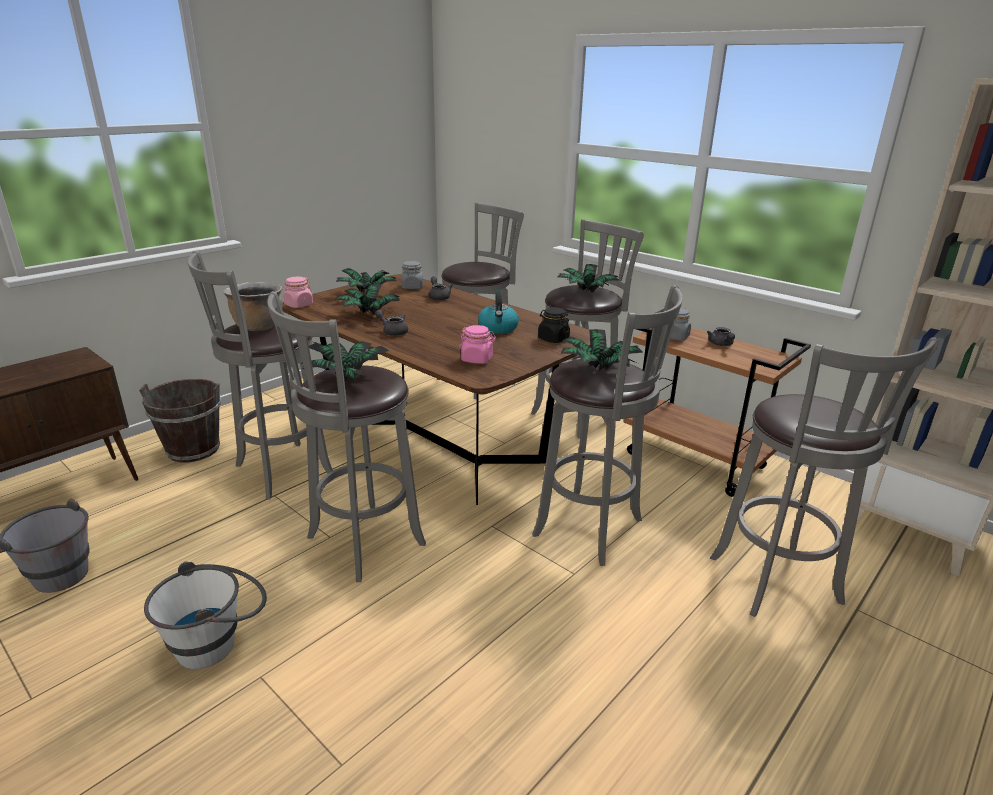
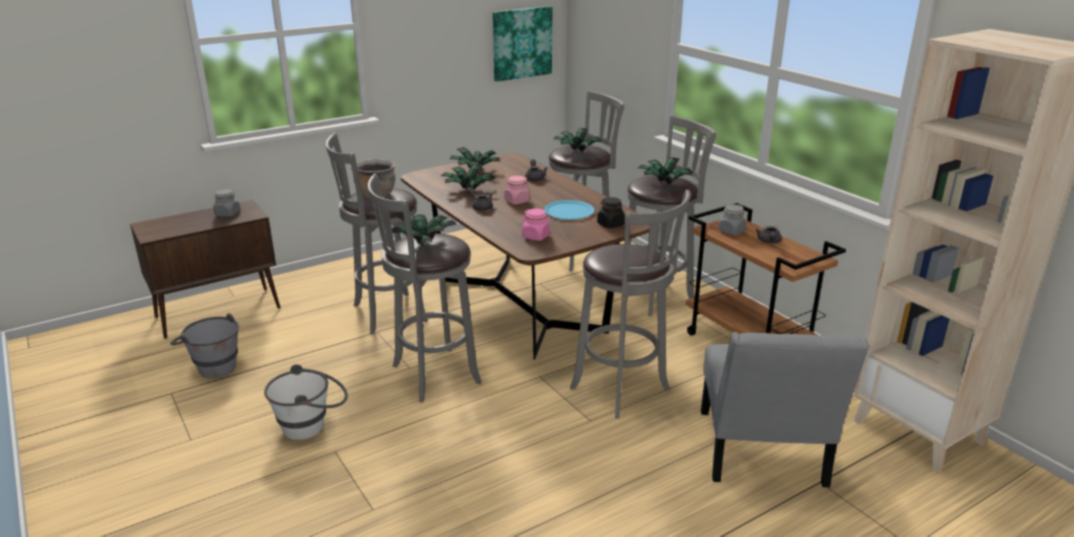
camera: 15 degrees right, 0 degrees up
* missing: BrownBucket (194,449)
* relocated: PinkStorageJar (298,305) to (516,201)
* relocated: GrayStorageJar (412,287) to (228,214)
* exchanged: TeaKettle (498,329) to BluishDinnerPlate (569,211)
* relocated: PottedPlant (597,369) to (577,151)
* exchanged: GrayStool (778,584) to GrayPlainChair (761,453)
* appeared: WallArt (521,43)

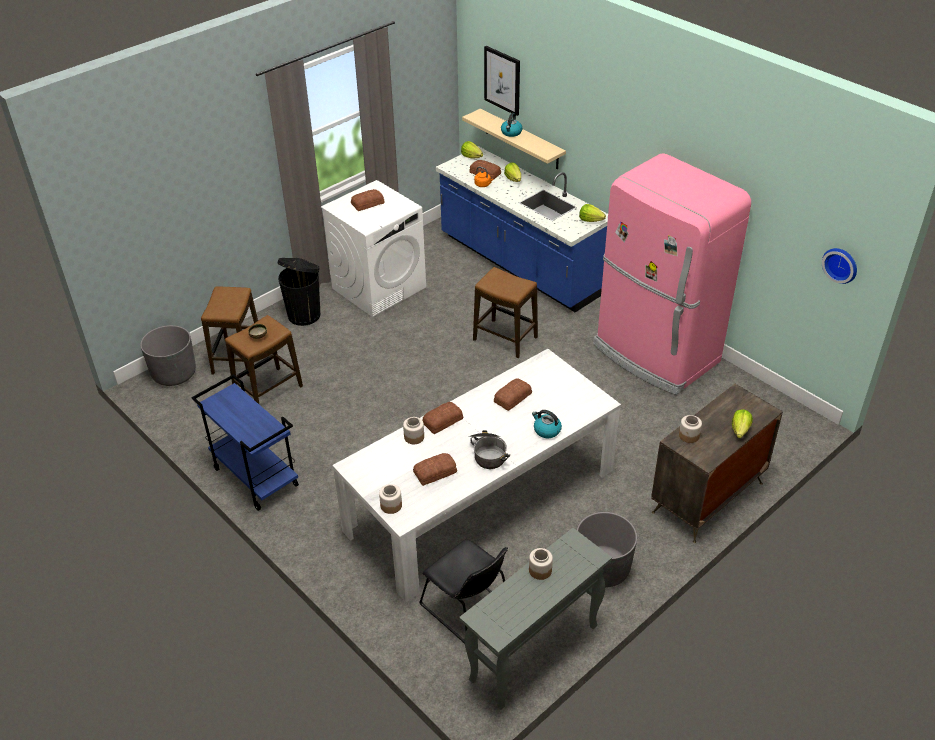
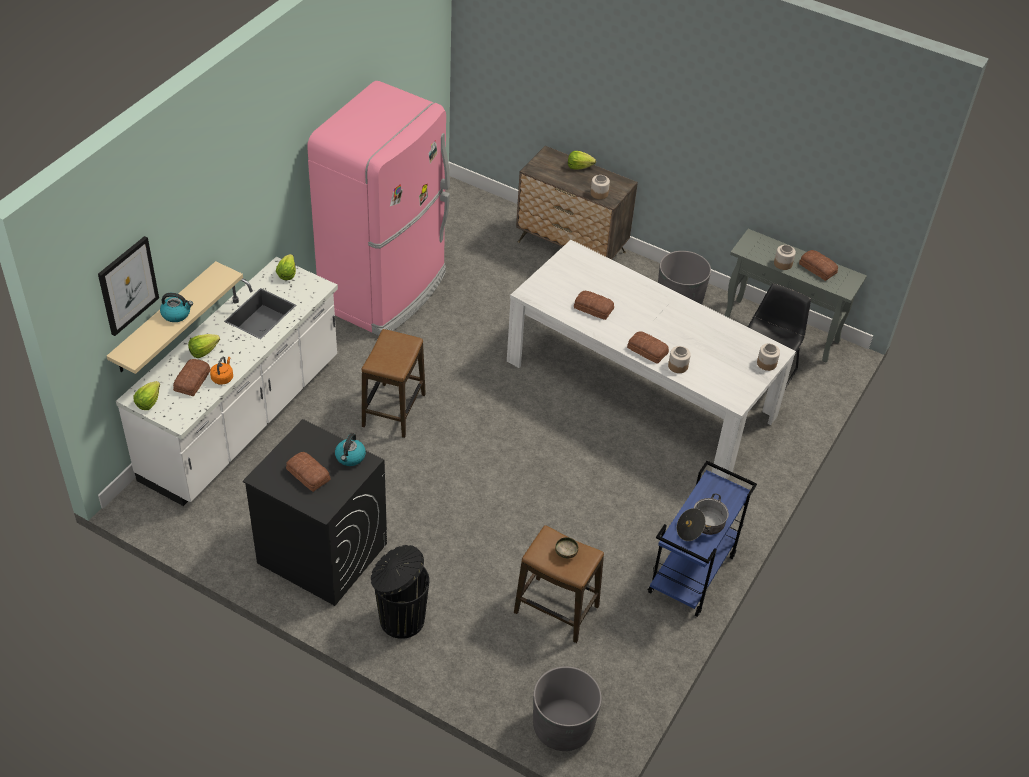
camera: 110 degrees left, 5 degrees up
* missing: Stool (237,357)
* colour: WhitishLaundryMachine (379,287) to BlackLaundryMachine (321,553)
* relocated: Bread (436,473) to (817,268)
* colour: BluishCounter (520,265) to WhitishCounter (243,420)
* relocated: Stockpot (488,454) to (701,526)
* relocated: TeaKettle (546,430) to (350,457)
* missing: WallClock (841,264)

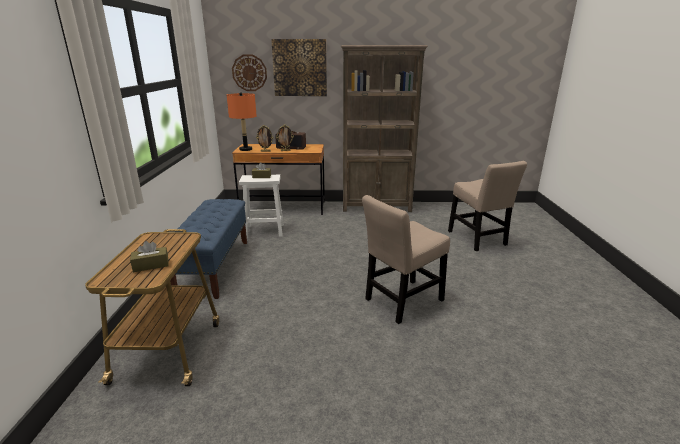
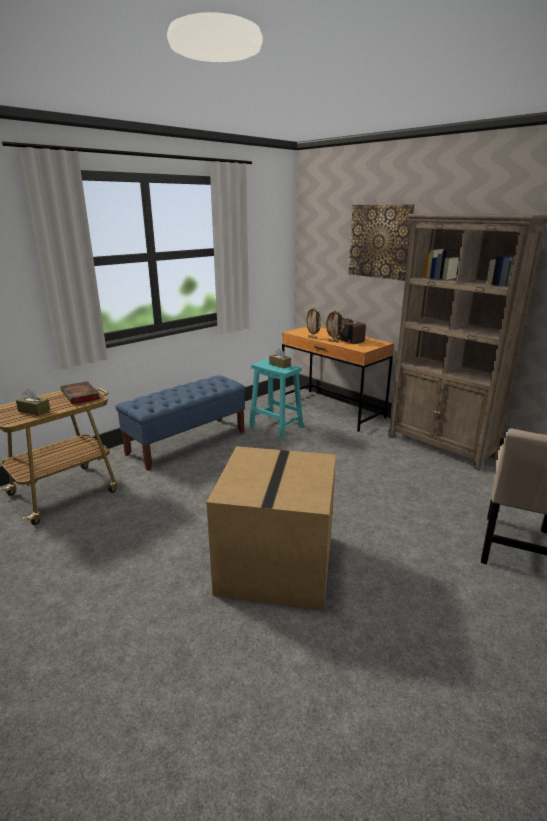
camera: 45 degrees right, 0 degrees up
* missing: OrangeTabletopLamp (245,149)
* missing: WallClock (249,73)
* colour: WhitishStool (263,231) to TurquoiseStool (275,426)
* exchanged: BeigePlainChair (401,301) to Carton (275,563)
* appeared: BoundBook (81,395)

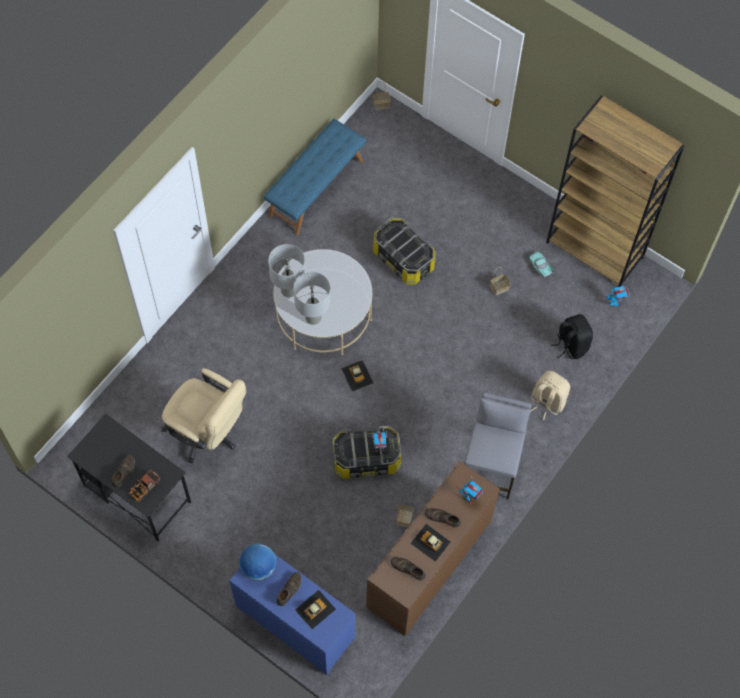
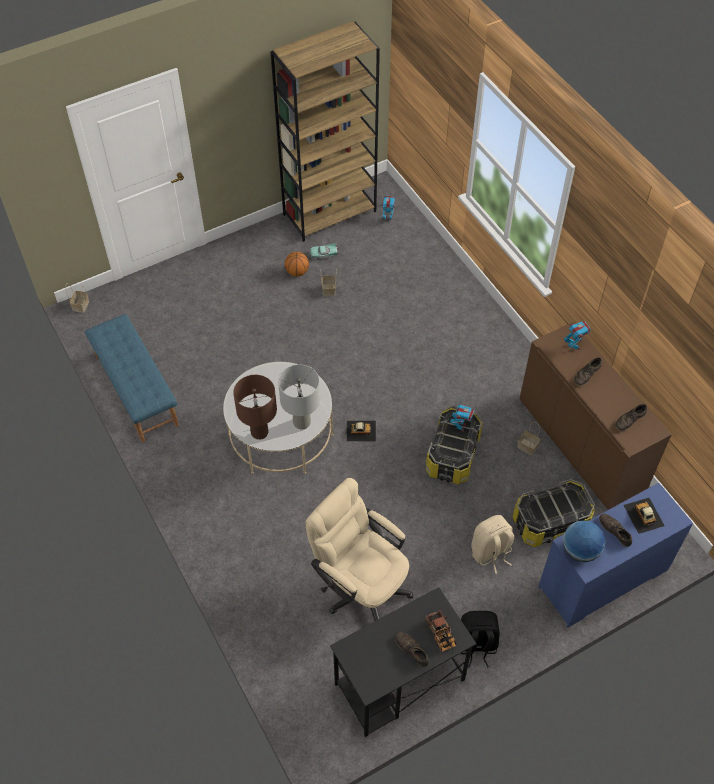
camera: 65 degrees left, 10 degrees down
* spun: BeigeDeskChair (208,433) = (360,586) 105 degrees counterclockwise
* colour: GrayTabletopLamp (288,291) to BrownTabletopLamp (259,433)
* relocated: StorageContainer (403,259) to (550,523)
* missing: ToyCar (430,542)
* missing: GrayStool (491,466)
* relocated: BeigeKnapsack (547,401) to (491,553)
* relocated: BlackKnapsack (570,345) to (476,645)
* appeared: Basketball (297,272)

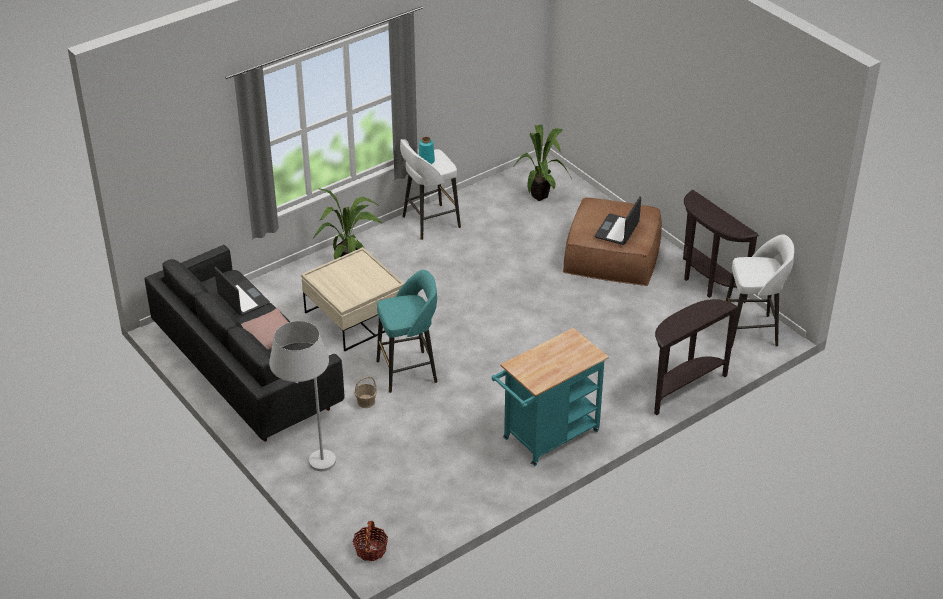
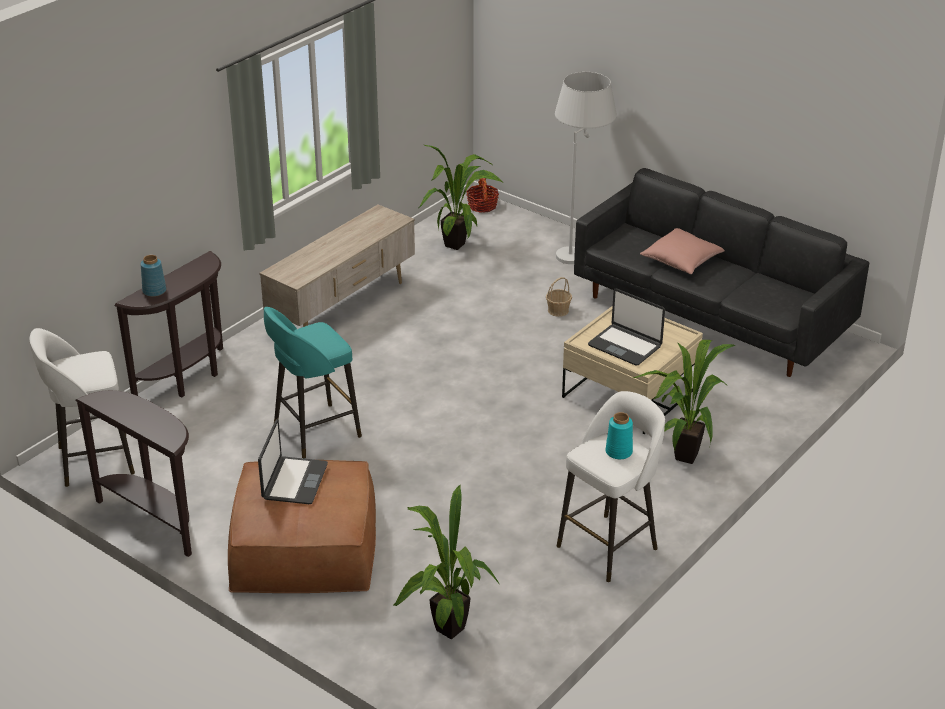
camera: 165 degrees right, 5 degrees down
* relocated: NotebookComputer (243,299) to (625,345)
* relocated: TurquoiseStool (409,371) to (314,432)
* exchanged: TurquoiseTrolley (546,438) to BeigeTvUnit (343,308)
* appeared: BluishDecorativeVase (154,291)
* appeared: PottedPlant (458,246)

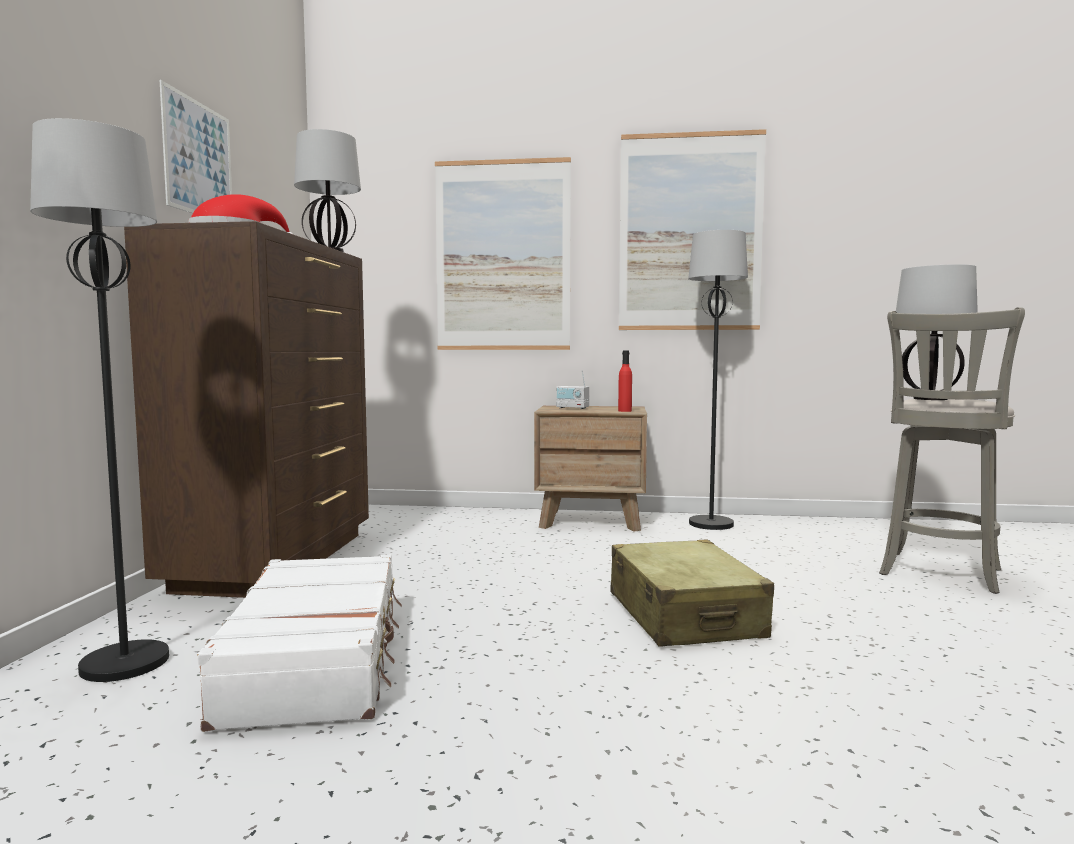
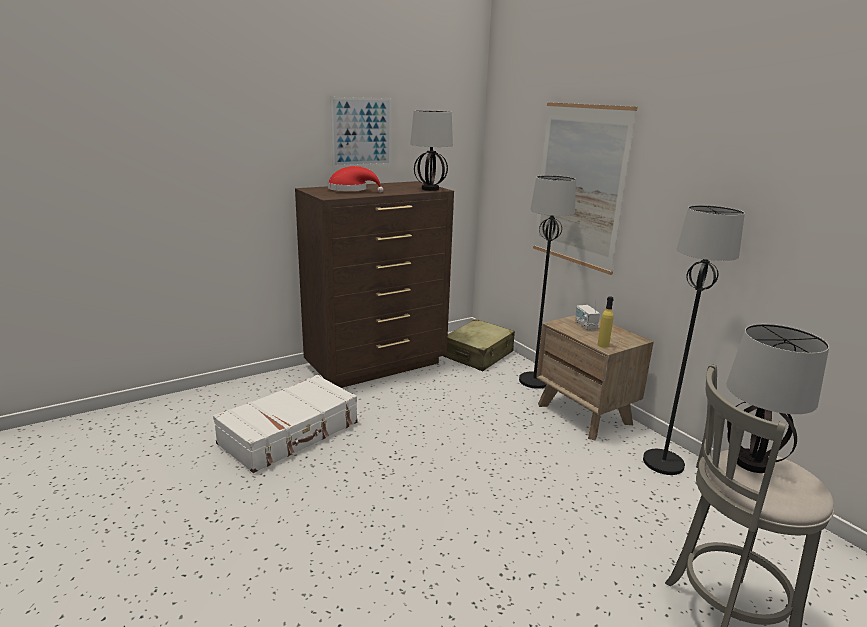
camera: 50 degrees right, 15 degrees up
* relocated: BlackFloorLamp (124,663) to (534,381)
* relocated: BeigePieceOfLuggage (685,616) to (478,355)
* colour: RedBottle (625,411) to YellowishBottle (603,345)
* missing: WallArt (690,232)

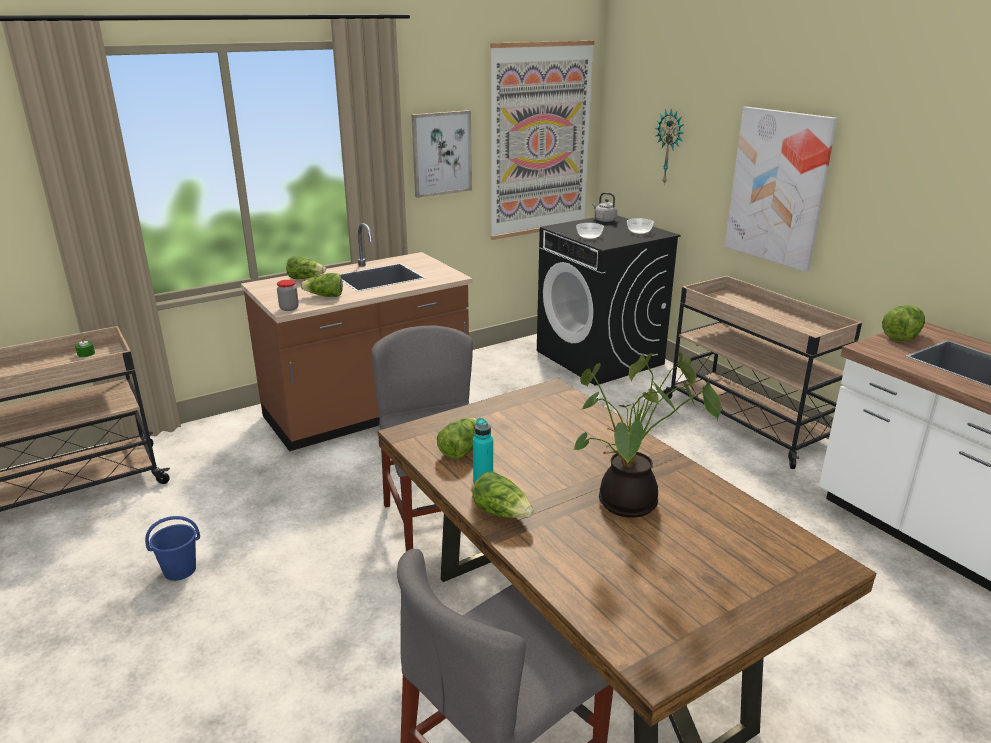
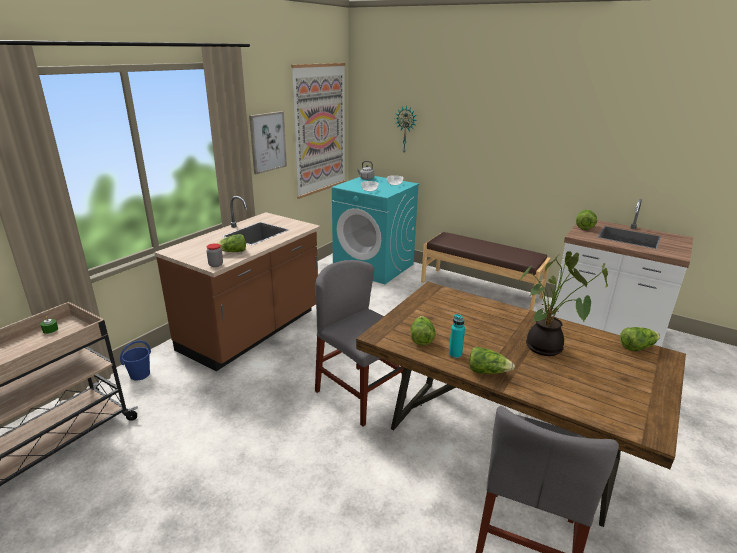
camera: 25 degrees left, 0 degrees up
* relocated: BluishBucket (180,570) to (140,374)
* relocated: LettuceHead (305,278) to (637,347)
* colour: BlackLaundryMachine (600,358) to TurquoiseLaundryMachine (374,266)
* exchanged: BeigeTrolley (745,420) to BrownLongSeat (480,289)
* missing: WallArt (778,187)

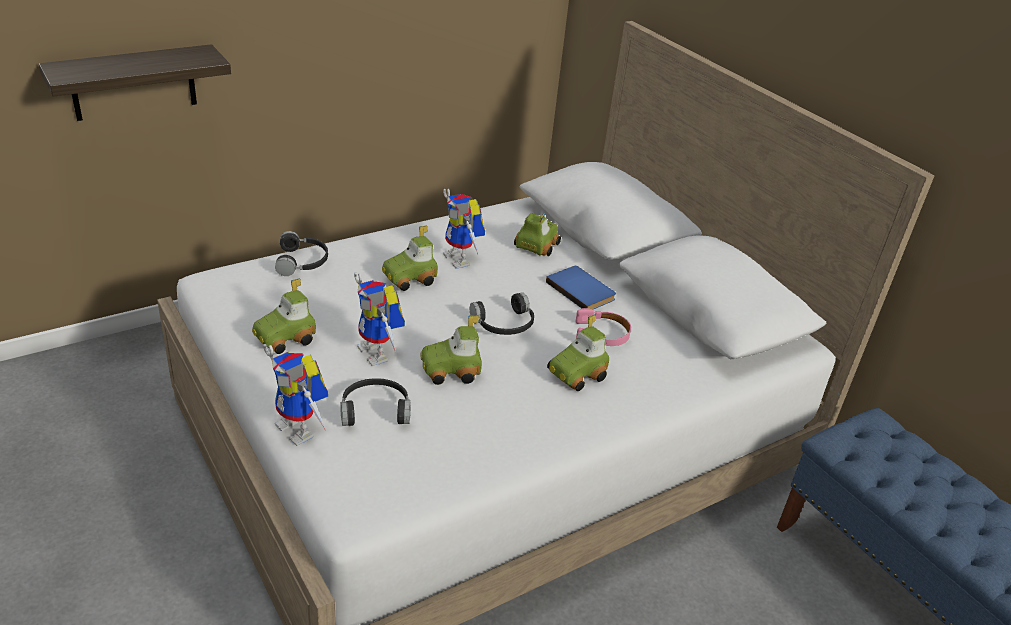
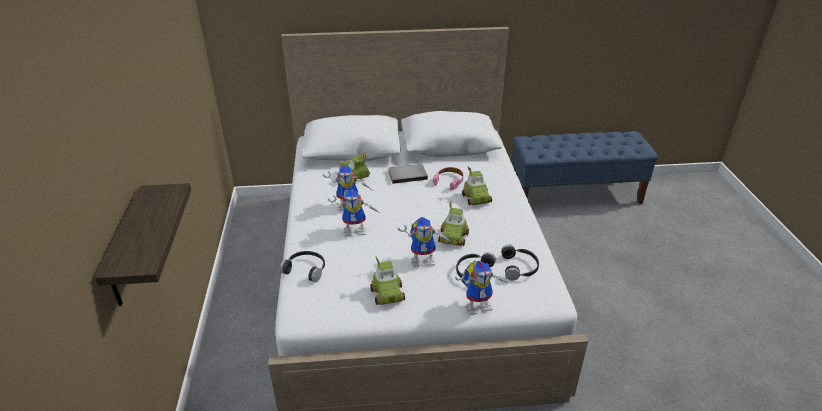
camera: 60 degrees left, 0 degrees up
* exchanged: ToyCar (410,279) to RobotFigure (356,230)
* relocated: BlackPairOfHeadphones (504,325) to (520,267)
* colour: BluishBoundBook (582,290) to GrayBoundBook (407,174)

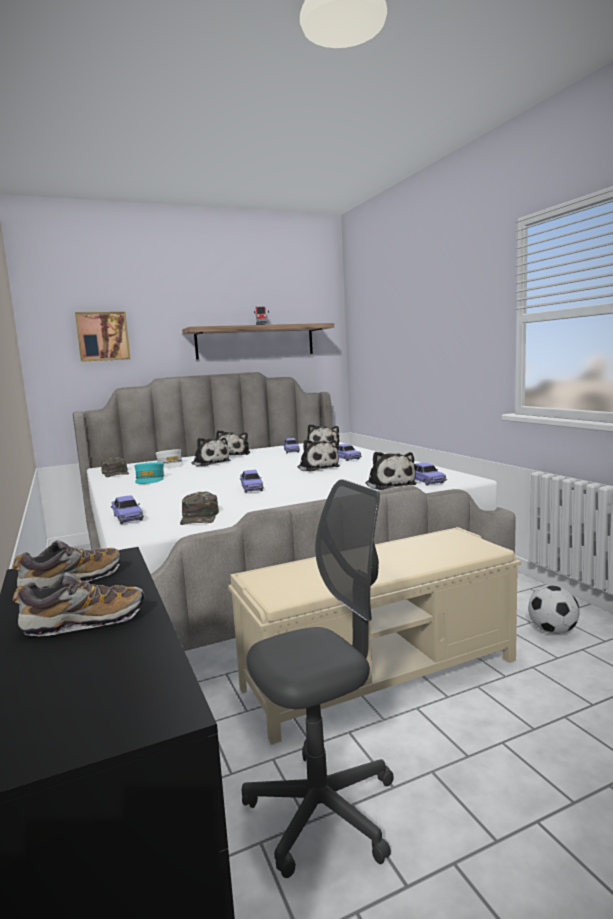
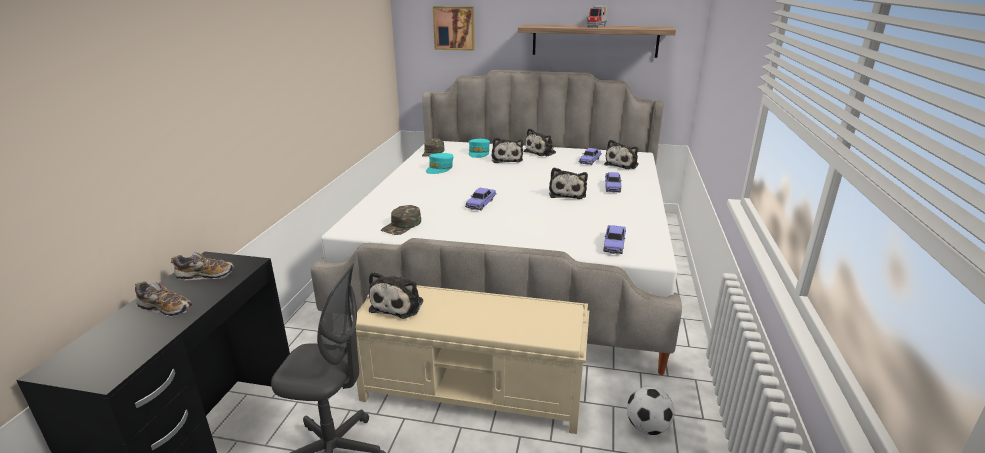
camera: 35 degrees right, 15 degrees up
* missing: ToyCar (127,517)
* colour: WhitishPeakedCap (170,465) to TurquoisePeakedCap (479,153)
* relocated: PlushToy (389,485) to (399,304)

